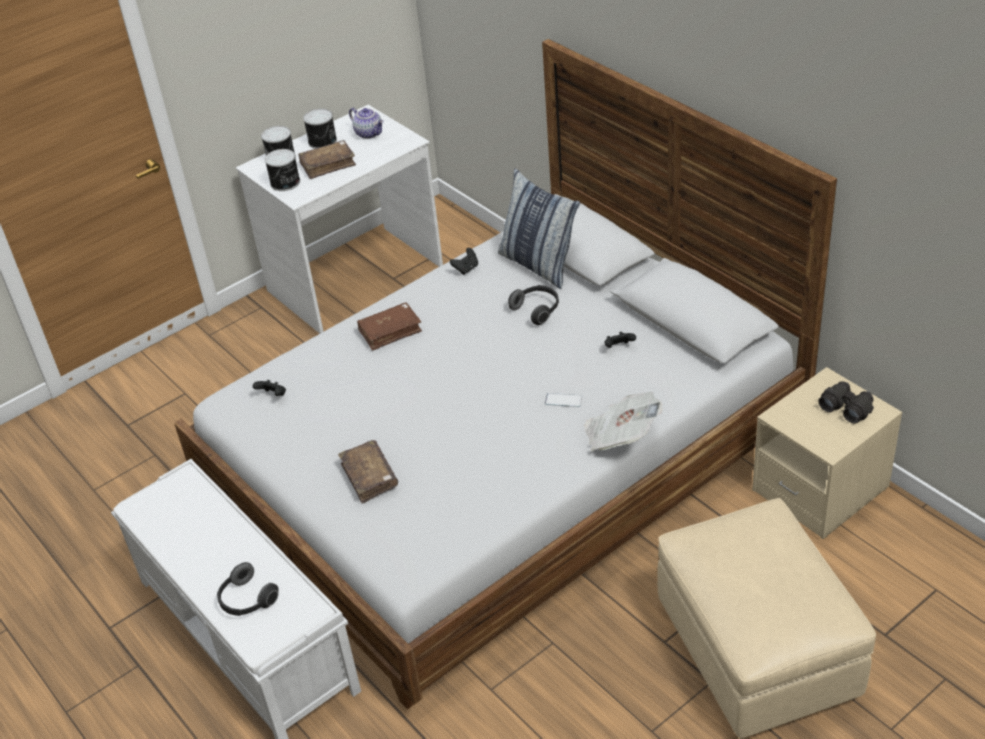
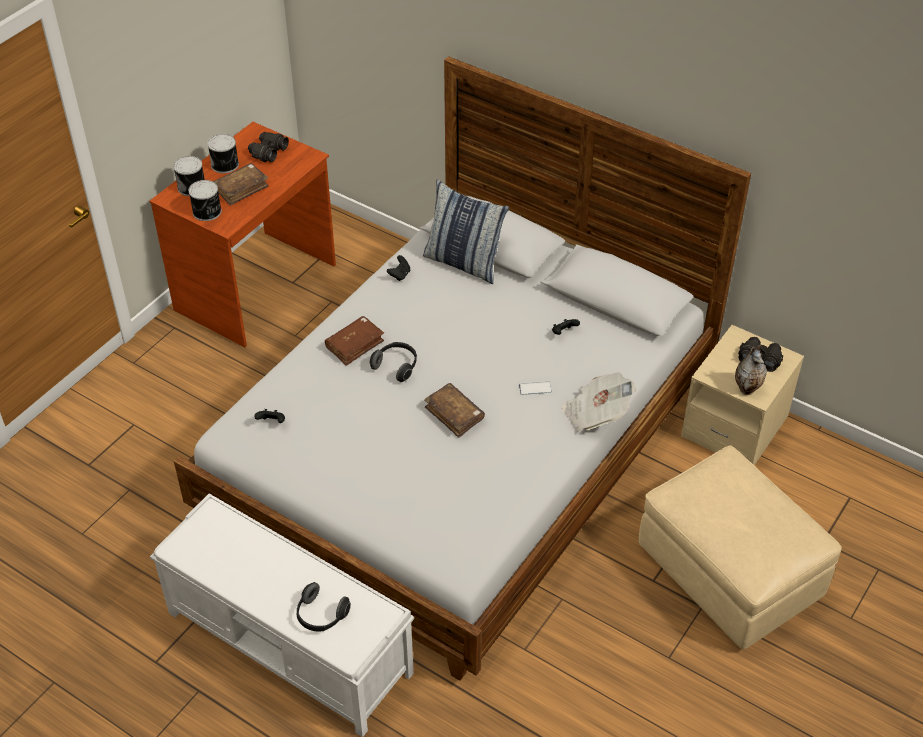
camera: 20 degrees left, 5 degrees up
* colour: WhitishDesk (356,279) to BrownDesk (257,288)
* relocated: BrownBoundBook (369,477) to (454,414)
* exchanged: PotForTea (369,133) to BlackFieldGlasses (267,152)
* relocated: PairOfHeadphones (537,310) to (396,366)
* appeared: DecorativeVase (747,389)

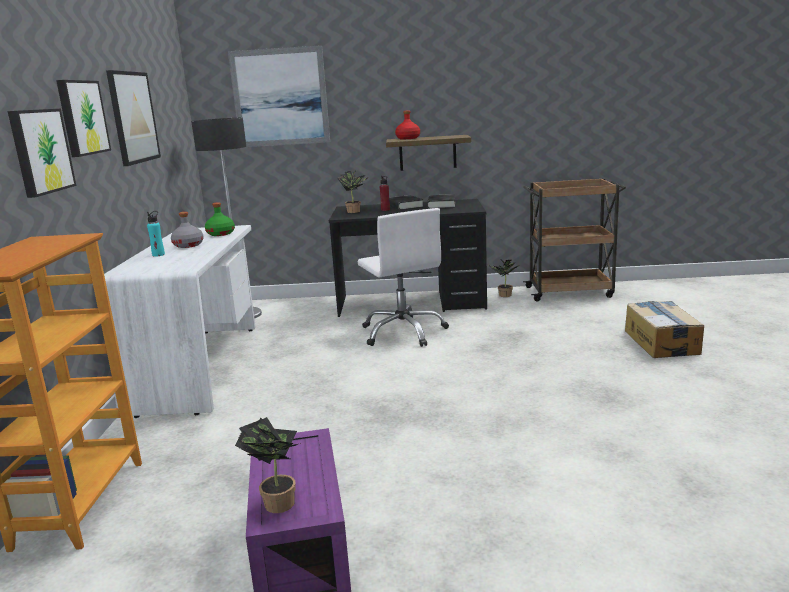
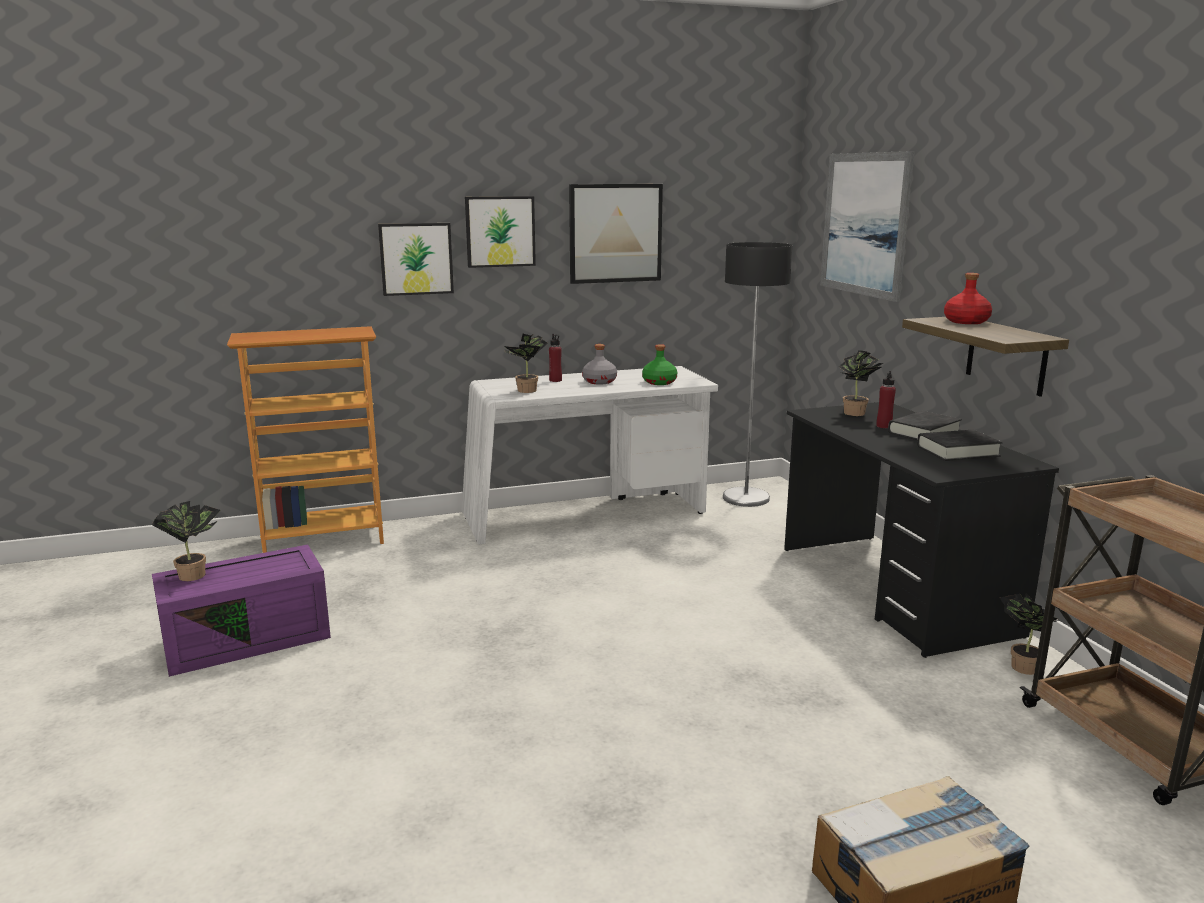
camera: 70 degrees right, 0 degrees up
* colour: TurquoiseBottle (158,255) to RedBottle (555,380)
* missing: WhitishDeskChair (403,332)
* appeared: PottedPlant (526,391)

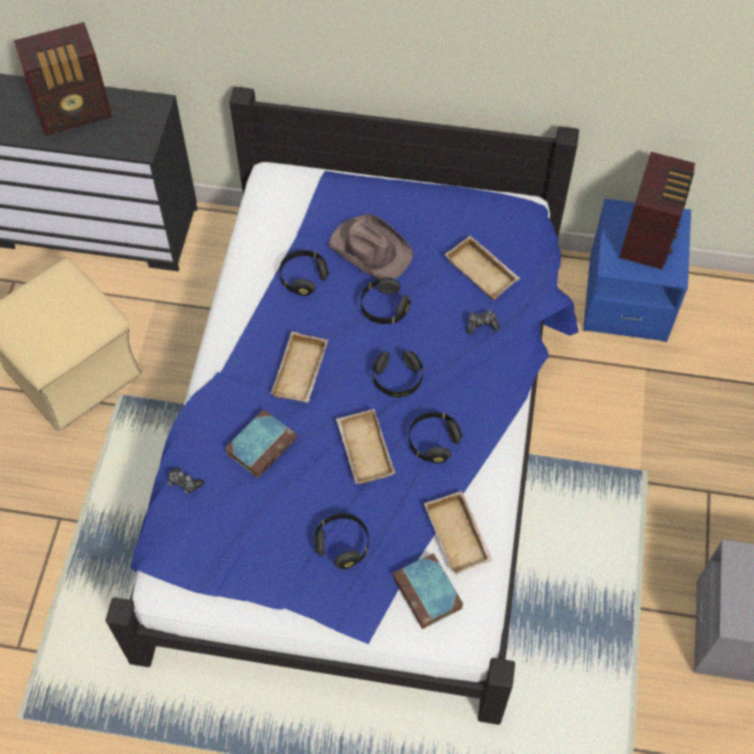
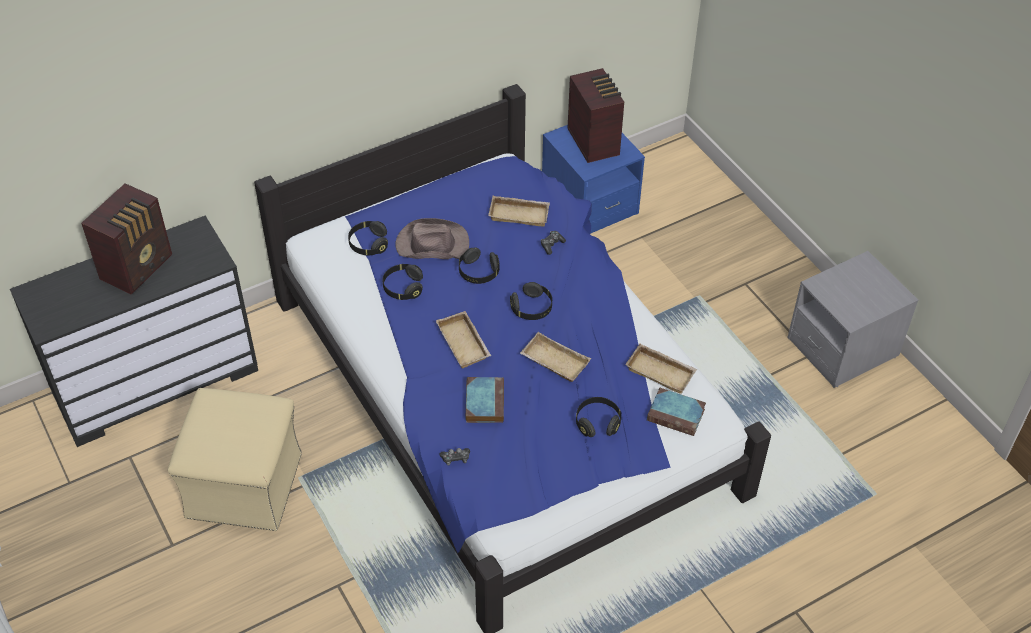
camera: 40 degrees left, 10 degrees down
* relocated: BlackPairOfHeadphones (433,442) to (368,244)

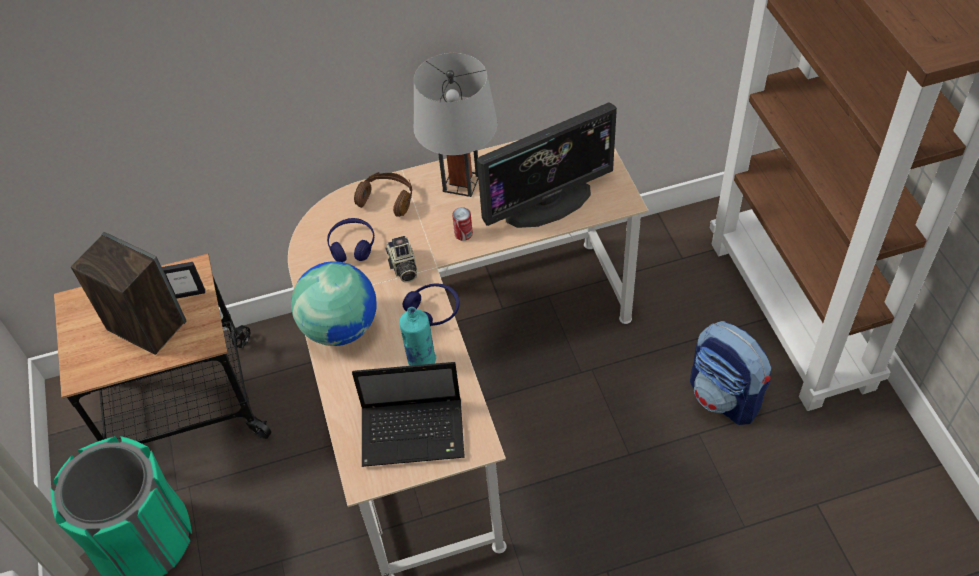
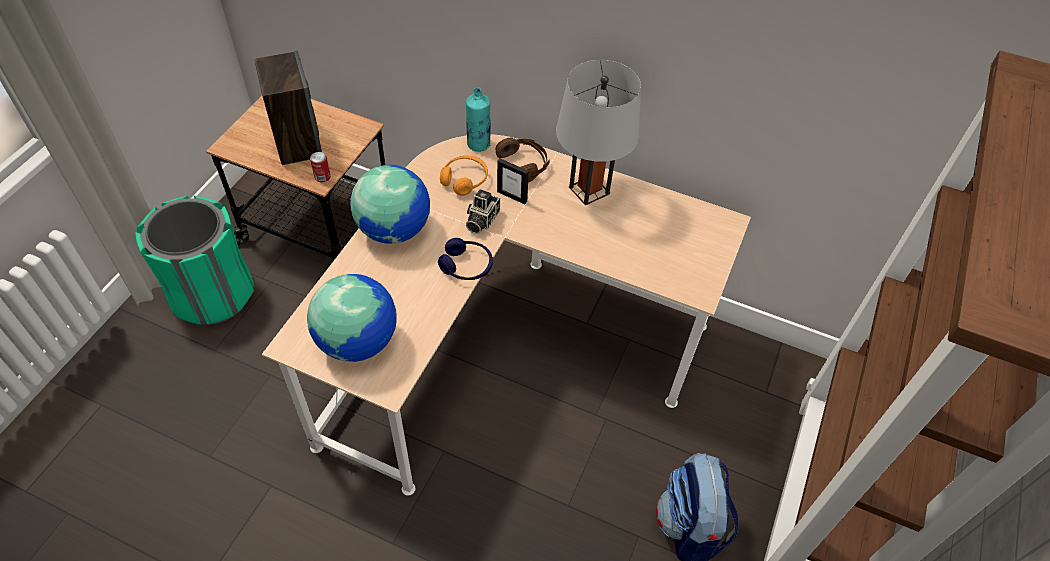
camera: 35 degrees right, 0 degrees up
* relocated: StandingFrame (188,294) to (512,196)
* colour: BluishPairOfHeadphones (352,245) to OrangePairOfHeadphones (464,180)
* exchanged: NotebookComputer (415,432) to Globe (358,341)
* relocated: TurquoiseBottle (421,360) to (478,144)
* relocated: Can (463,234) to (322,177)
* missing: Monitor (548,202)

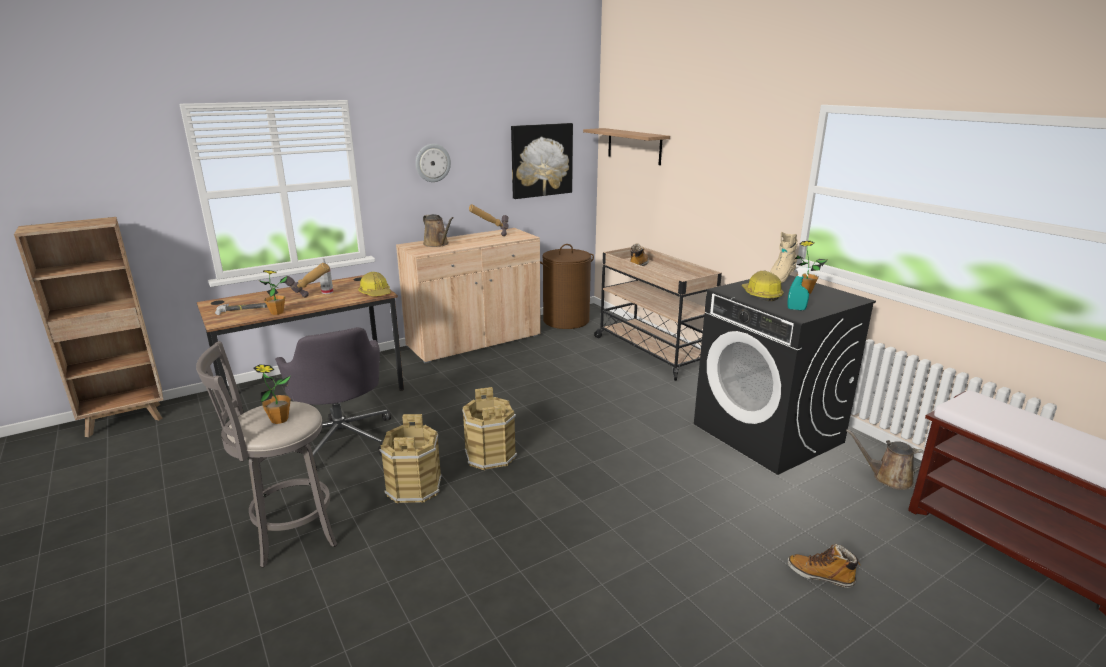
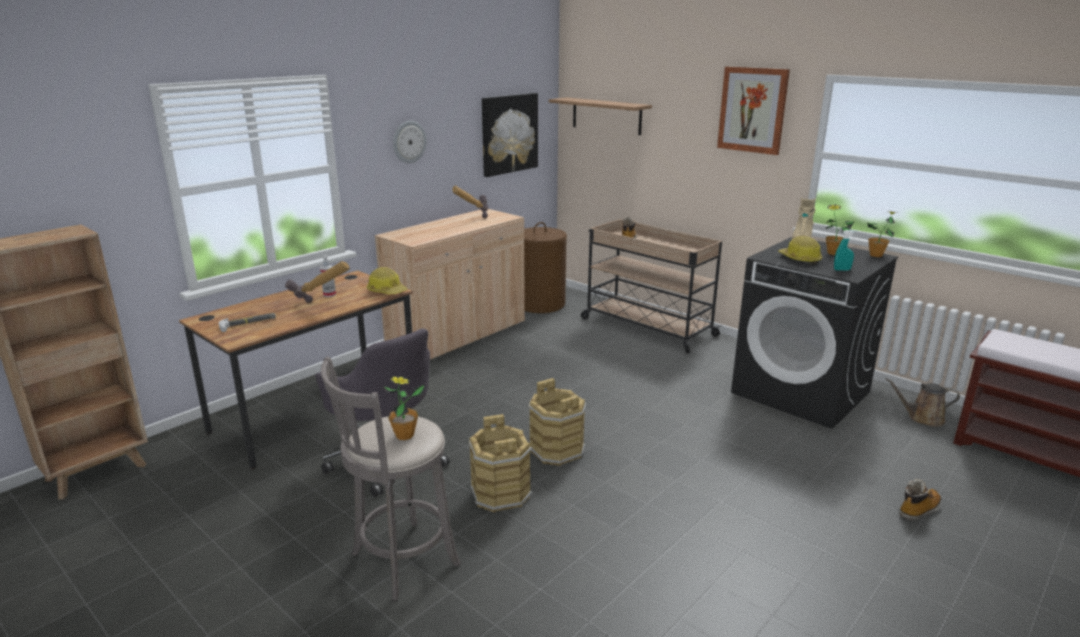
camera: 15 degrees left, 0 degrees up
* relocated: PottedPlant (277,312) to (876,255)
* missing: BrownSprinklingCan (437,244)
* spun: TallBoot (820,575) = (919,510) 135 degrees clockwise
* appeared: WallArt (752,110)

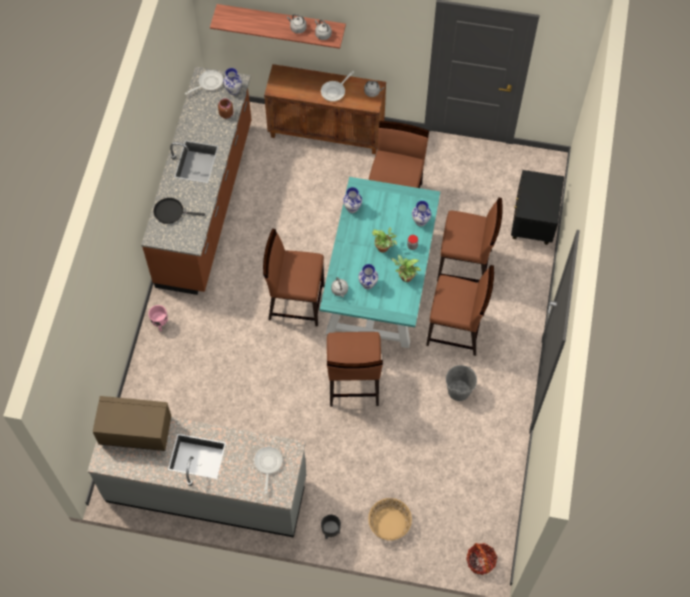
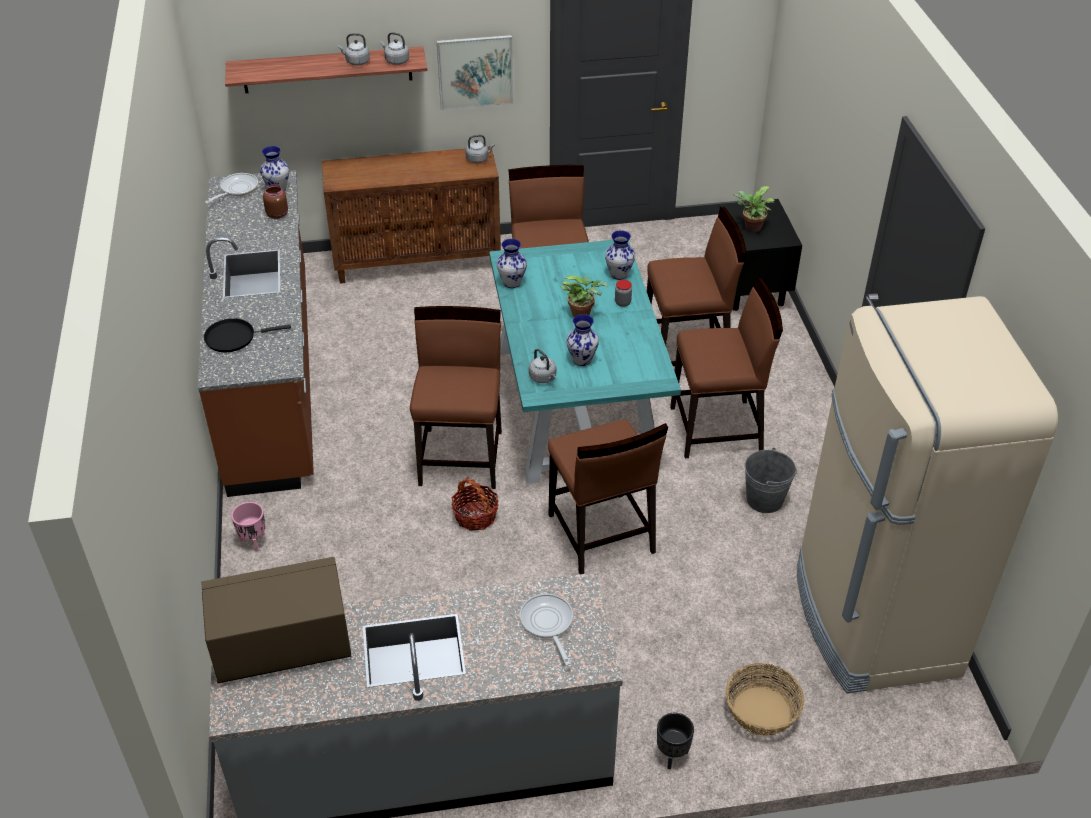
camera: 20 degrees left, 20 degrees down
* spun: BrownPlainChair (295,301) = (461,457) 105 degrees clockwise
* missing: Skillet (334,91)
* relocated: PottedPlant (405,277) to (751,228)
* relocated: StorageBasket (480,561) to (475,516)
* appeared: WallArt (475,72)
* appeared: BeigeFridge (873,621)

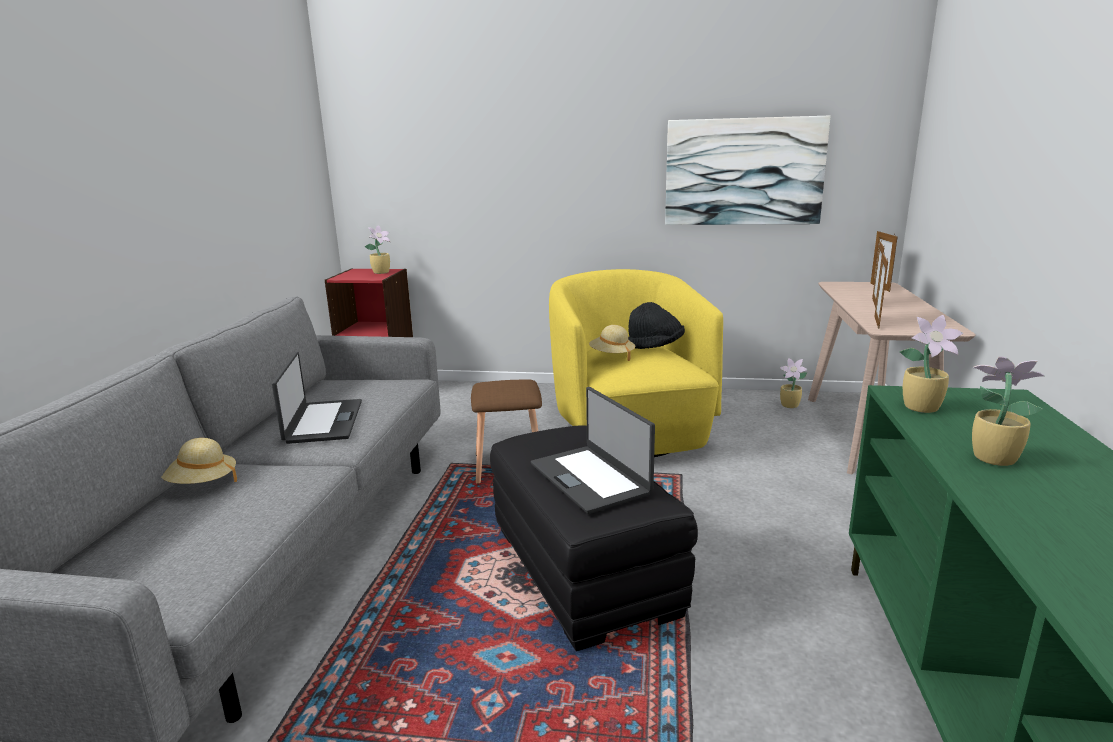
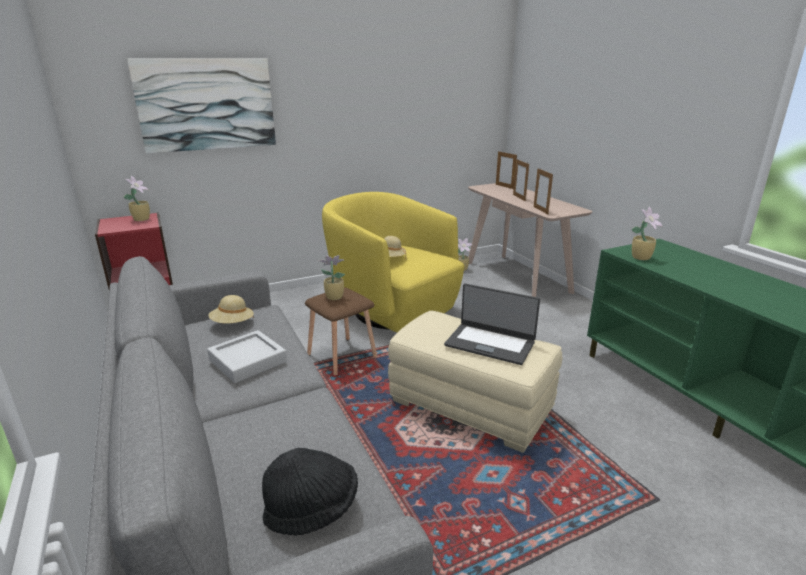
camera: 35 degrees left, 5 degrees up
* relocated: BeigeHat (202,483) to (232,324)
* exchanged: NotebookComputer (323,422) to GrayServingTray (248,361)
* colour: BlackFootrest (581,570) to BeigeFootrest (469,406)
* relocated: BlackHat (655,347) to (312,509)
* relocated: WallArt (743,172) to (206,104)
* relocated: PottedPlant (991,458) to (333,297)

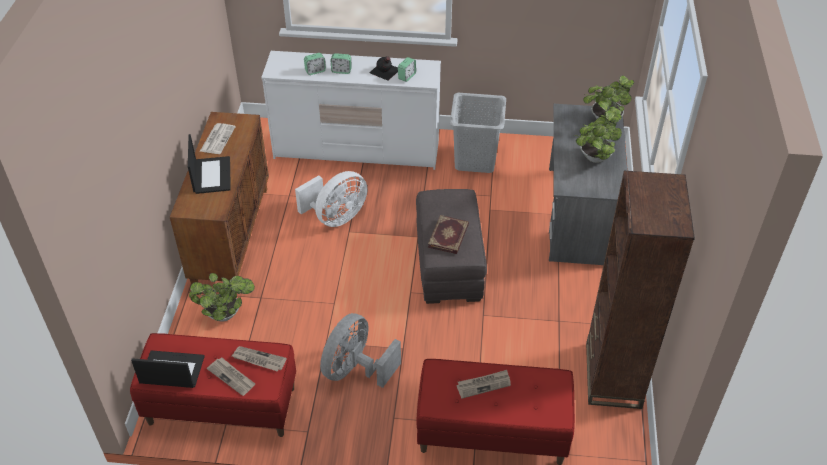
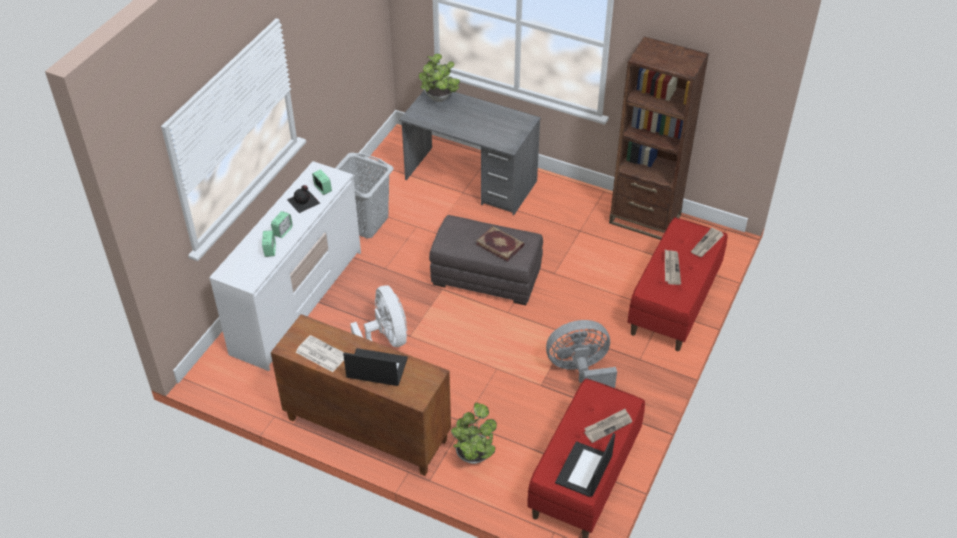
camera: 70 degrees left, 0 degrees up
* relocated: DailyPaper (258,360) to (707,244)
* spun: GrayElectricFan (355,370) = (580,372) 120 degrees clockwise
* missing: PottedPlant (594,158)

